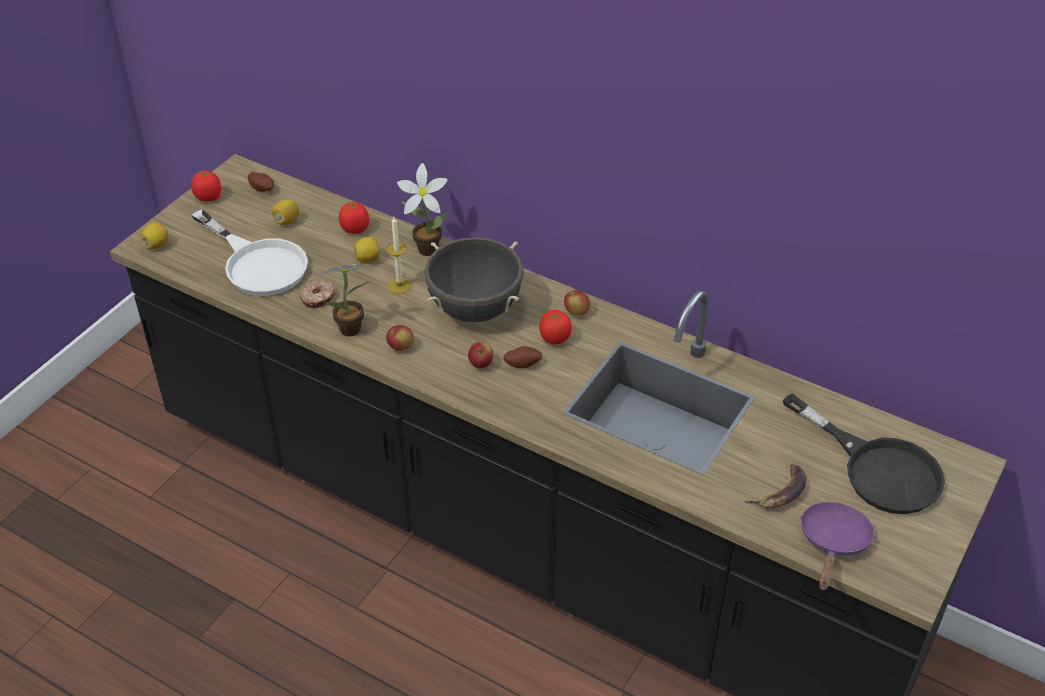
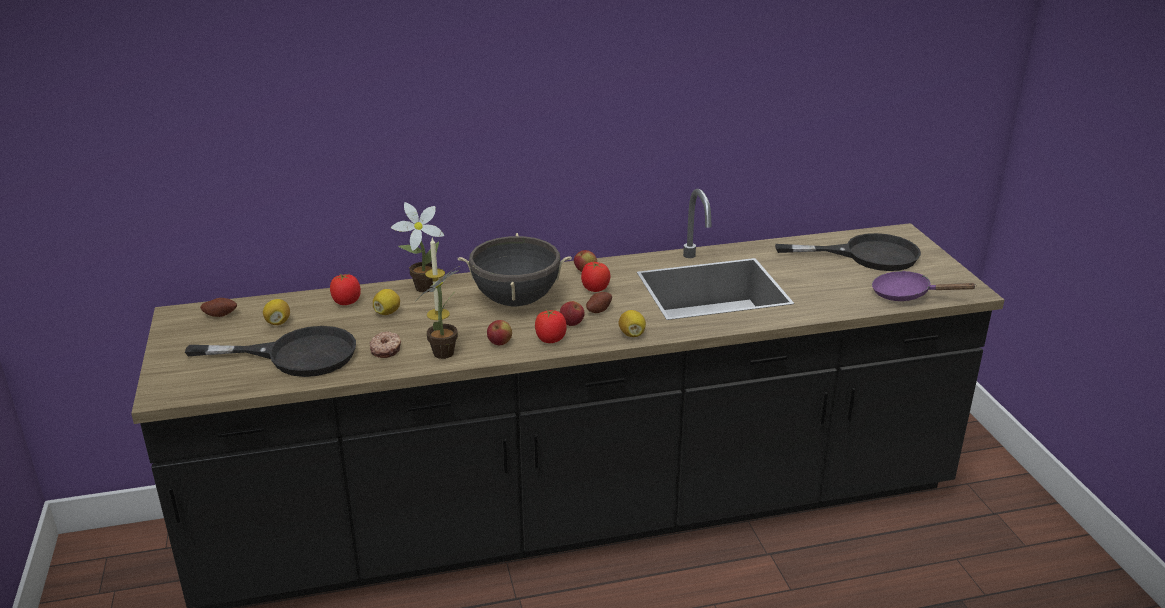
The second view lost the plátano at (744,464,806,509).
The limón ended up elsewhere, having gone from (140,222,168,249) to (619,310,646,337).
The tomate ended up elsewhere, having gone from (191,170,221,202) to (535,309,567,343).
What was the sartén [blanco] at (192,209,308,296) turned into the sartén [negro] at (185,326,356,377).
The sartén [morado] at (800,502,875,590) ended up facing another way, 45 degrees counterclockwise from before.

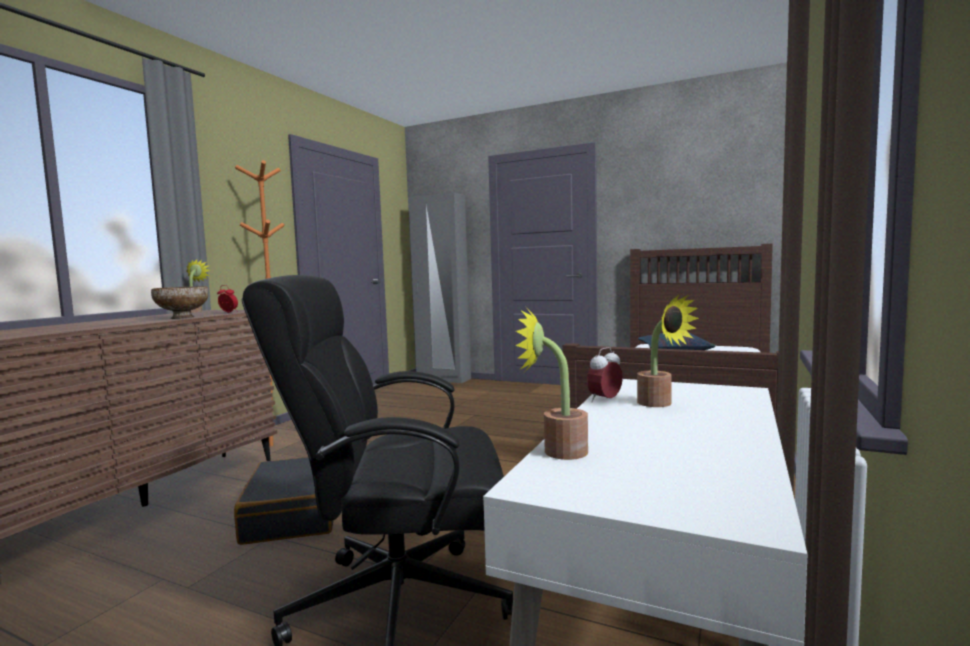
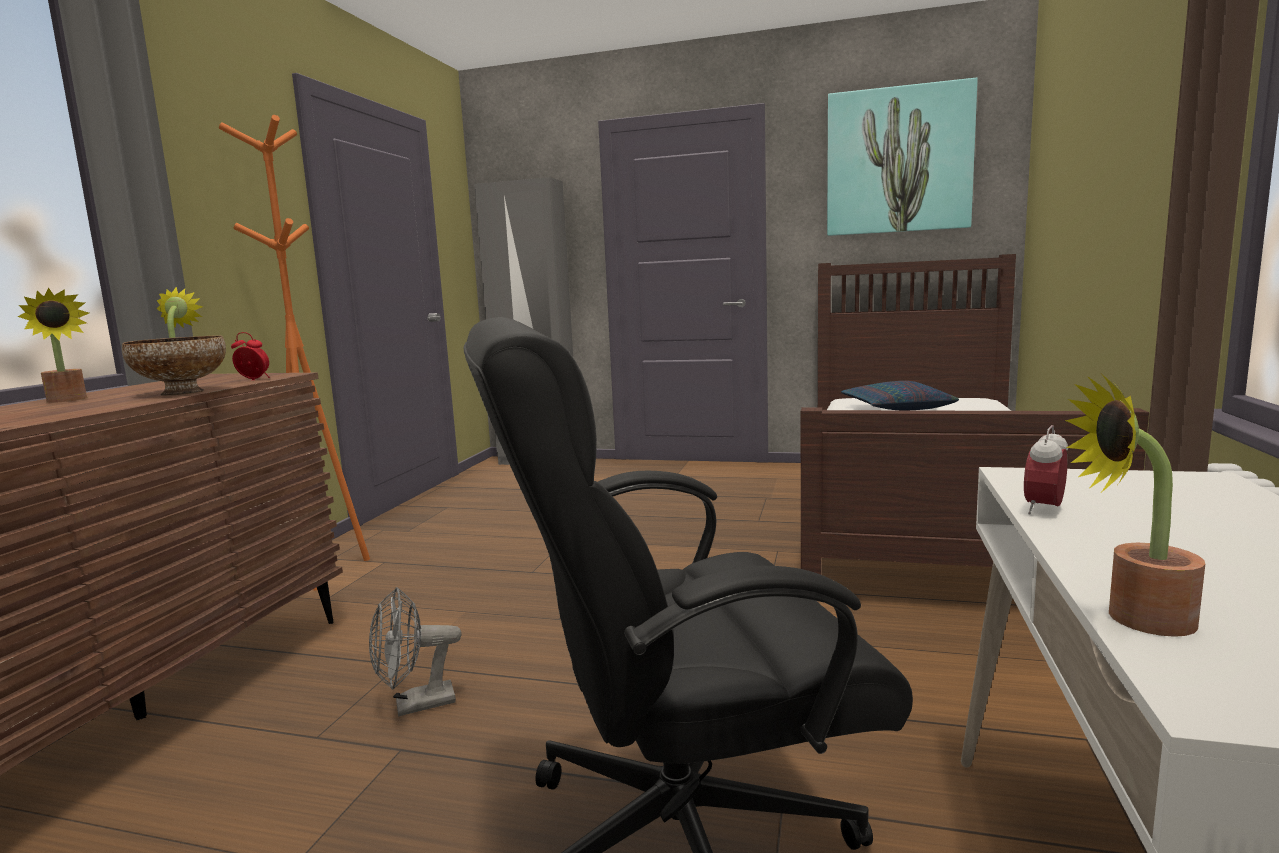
The second view gained the cuadro at (827,78,978,236).
The planta en maceta ended up elsewhere, having gone from (637,294,699,407) to (18,288,89,403).
Where the maleta [negro] stood at (234,457,334,545), the ventilador [gris] came to stand at (369,587,461,717).

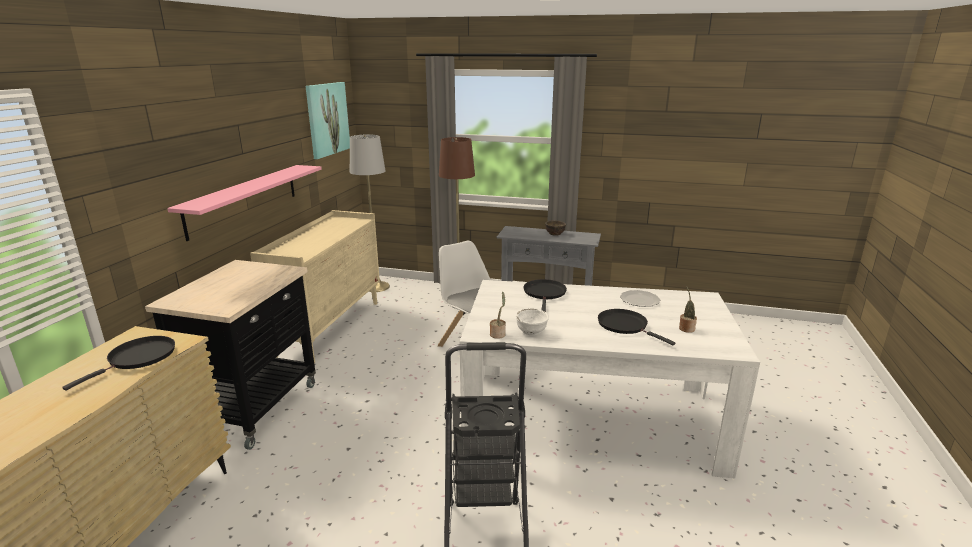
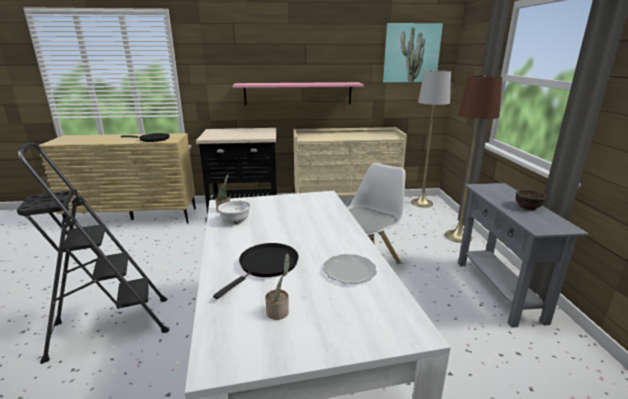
The second view lost the sartén [negro] at (524,279,567,312).

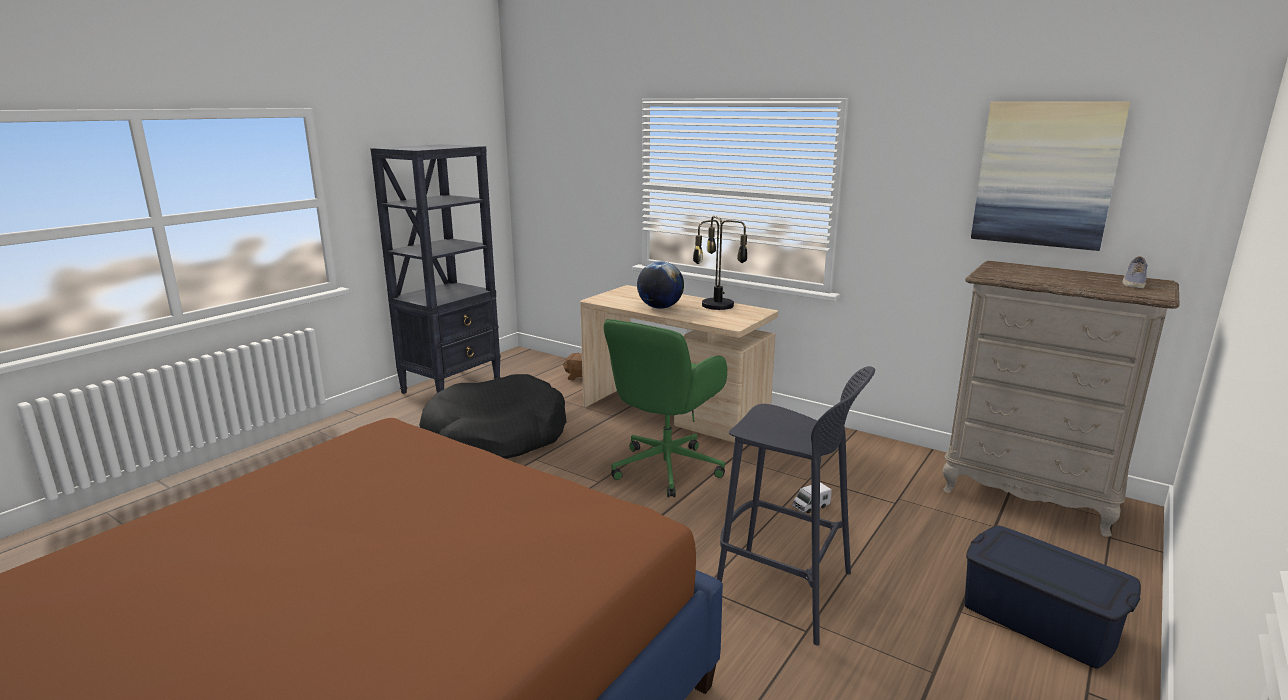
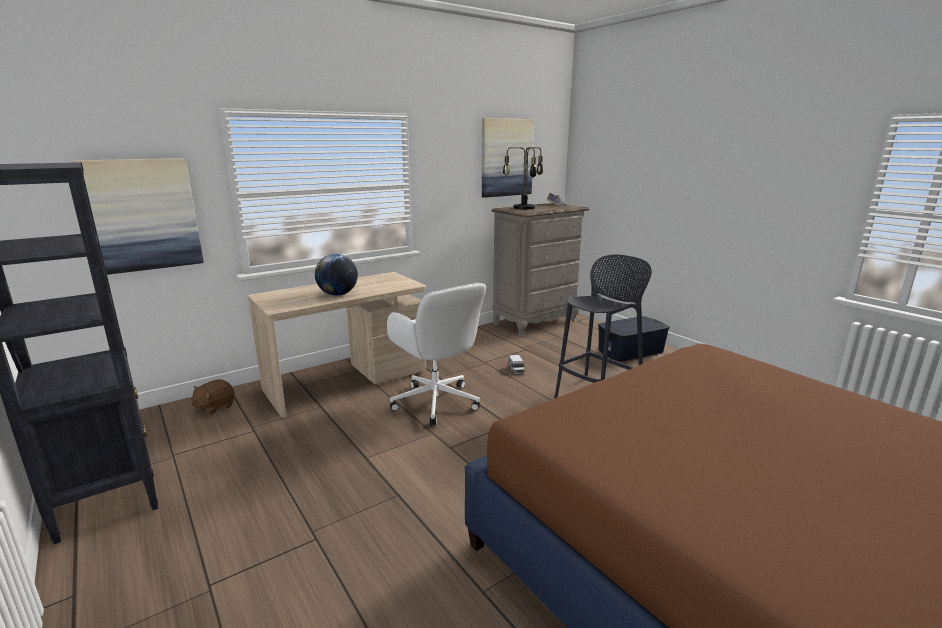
The second view lost the cama para perro [negro] at (419,374,567,459).
The second view gained the cuadro at (73,158,204,275).
The lámpara de mesa ended up elsewhere, having gone from (693,216,747,310) to (503,147,543,209).
What was the silla de oficina [verde] at (604,319,727,497) turned into the silla de oficina [blanco] at (387,283,486,425).

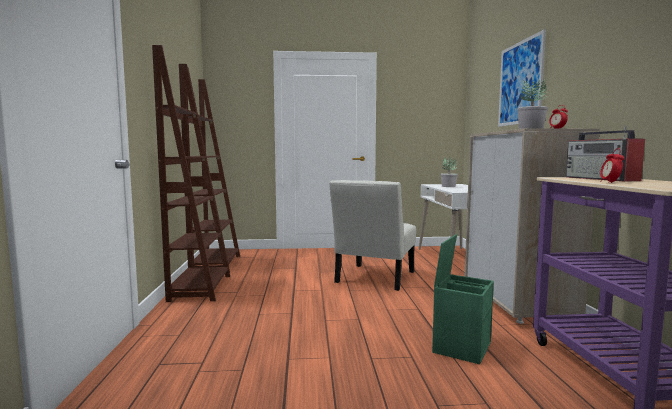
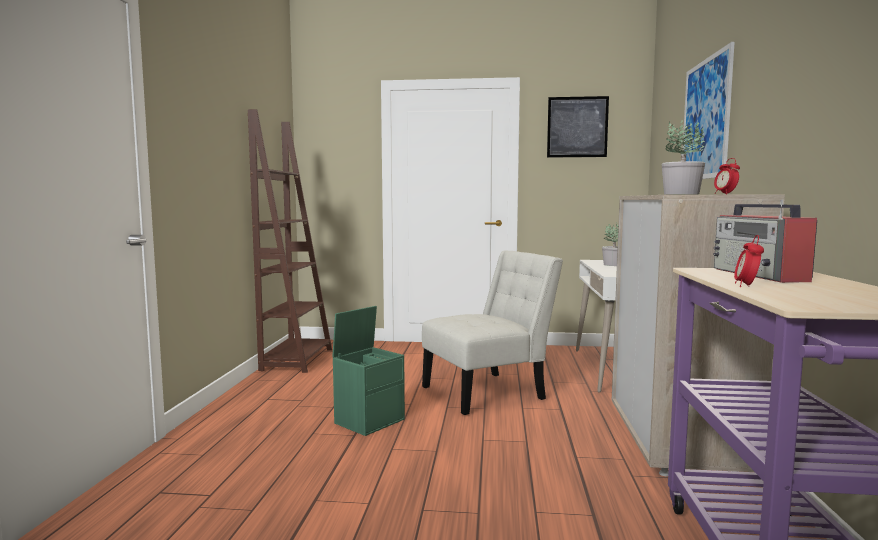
The second view lost the estantería [marrón] at (152,45,230,302).
The second view gained the cuadro at (547,96,609,157).
The caja de almacenaje [verde] ended up elsewhere, having gone from (432,234,494,364) to (332,306,405,436).
The silla [blanco] at (329,180,416,291) ended up facing another way, 150 degrees counterclockwise from before.

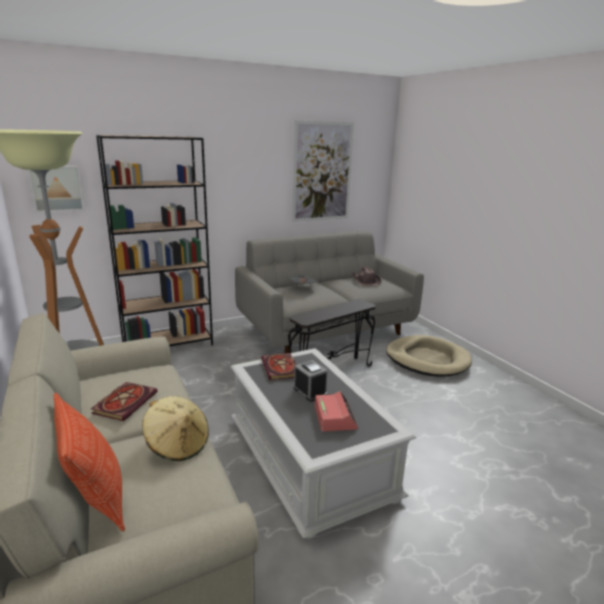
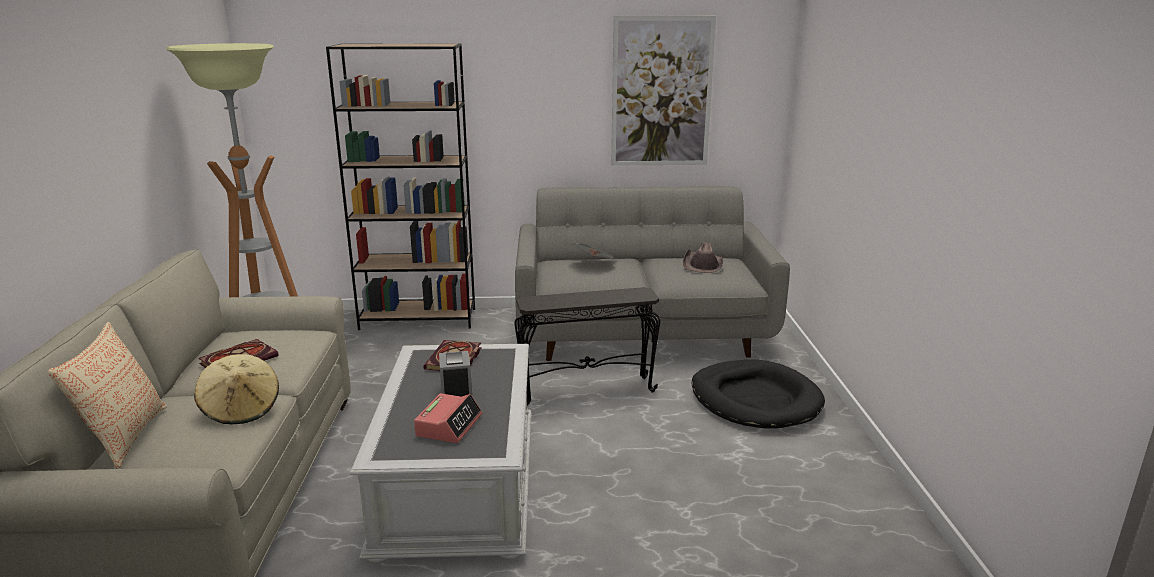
The second view lost the cuadro at (28,166,84,213).
What was the cojín [naranja] at (54,393,125,532) turned into the cojín [beis] at (48,322,167,469).
What was the cama para perro [beis] at (386,335,472,377) turned into the cama para perro [negro] at (691,359,825,429).

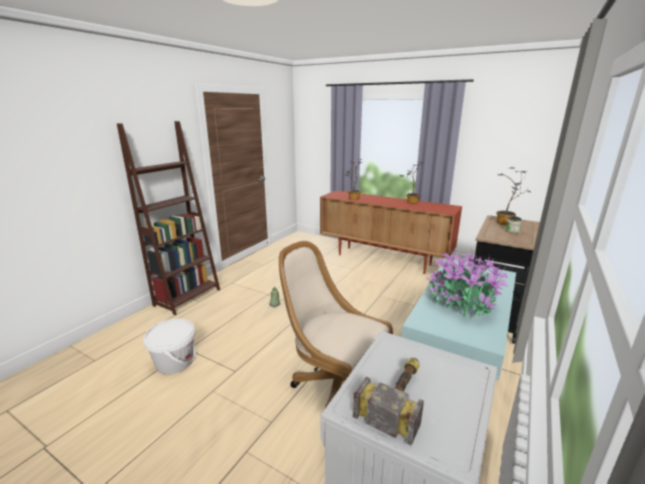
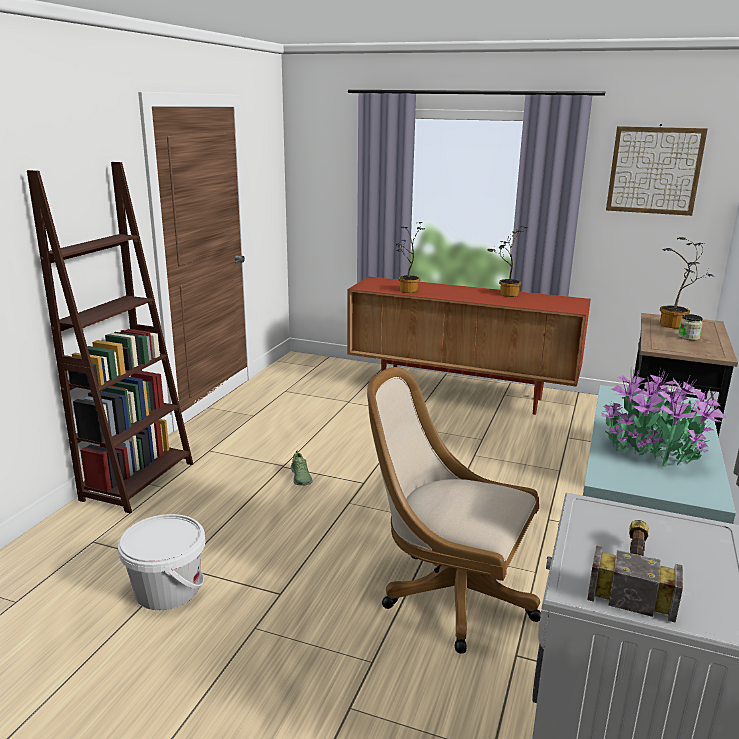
The second view gained the cuadro at (606,124,708,216).

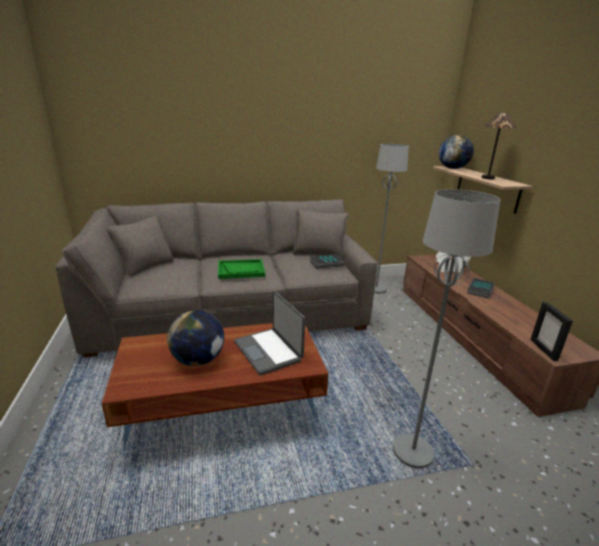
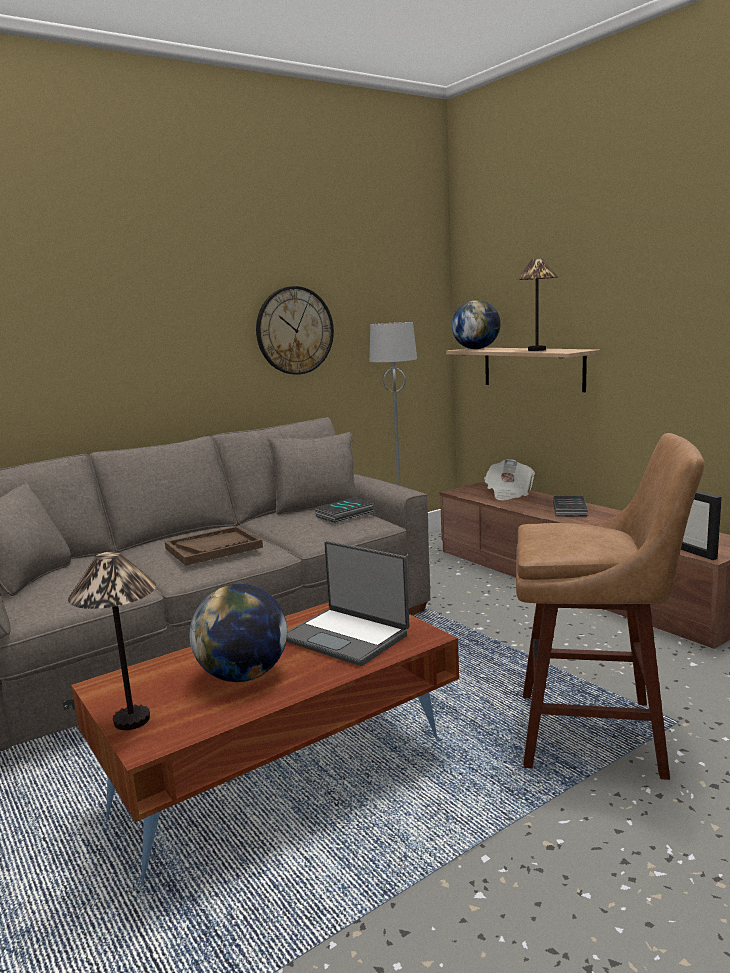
The second view gained the lámpara de mesa at (68,551,156,730).
The second view gained the reloj de pared at (256,286,334,375).
Where the lámpara de pie [gris] stood at (393,189,500,469), the taburete [marrón] came to stand at (516,433,705,780).
What was the bandeja [verde] at (218,259,265,279) turned into the bandeja [marrón] at (165,526,263,566).

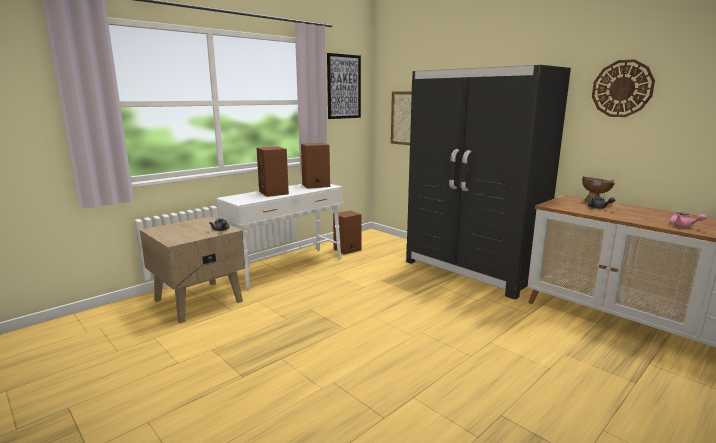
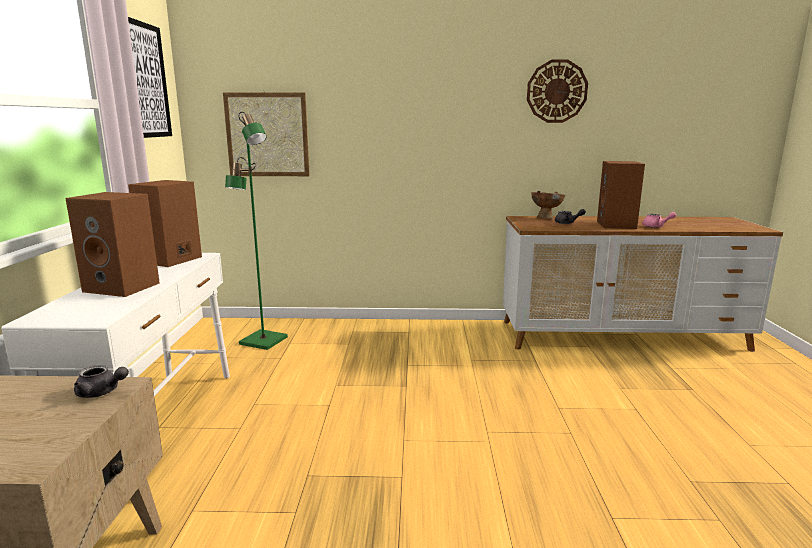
The second view lost the armario [negro] at (406,65,571,300).
The second view gained the lámpara de pie [verde] at (225,112,288,350).
The altavoz [marrón] ended up elsewhere, having gone from (333,210,362,255) to (597,161,645,229).

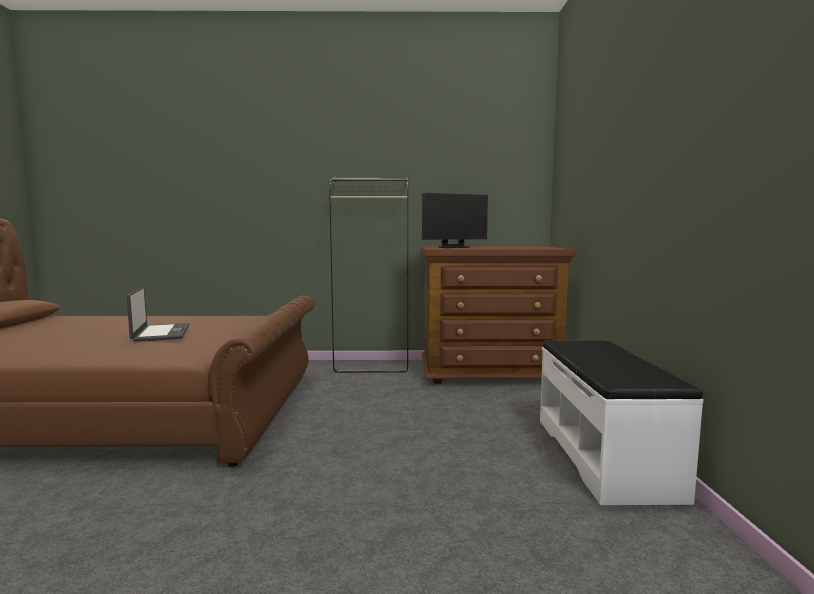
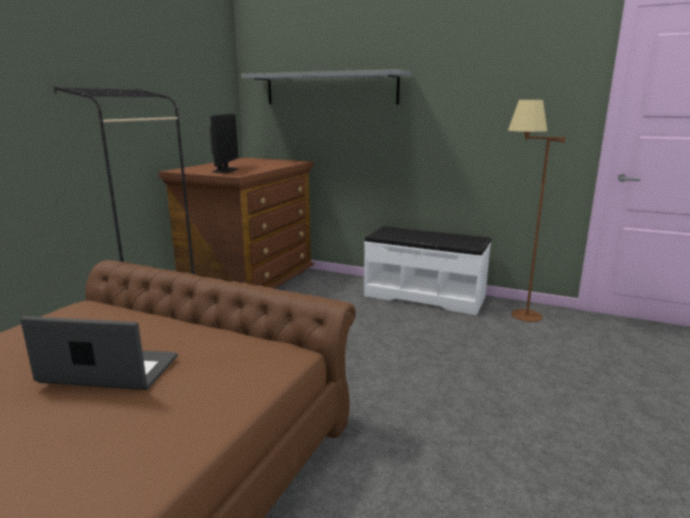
The second view gained the estante [gris] at (241,69,411,105).
The second view gained the lámpara de pie [marrón] at (508,100,565,322).

